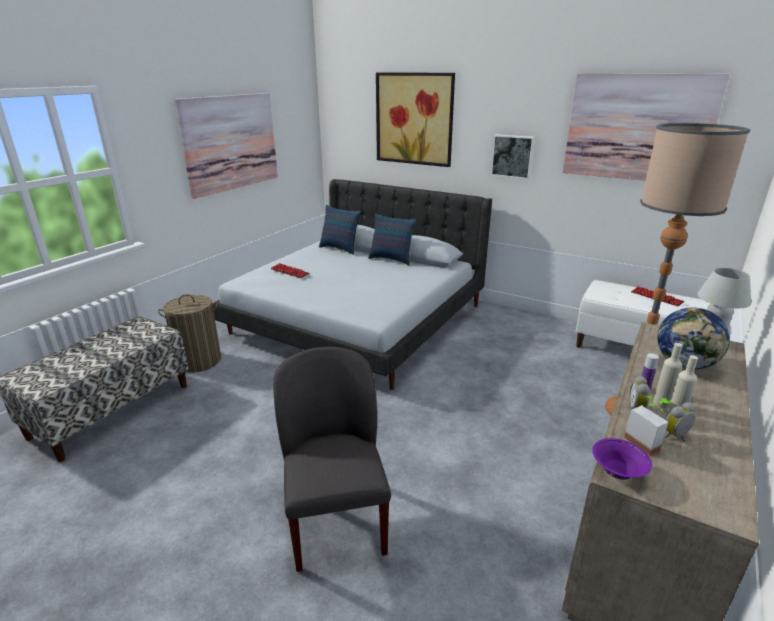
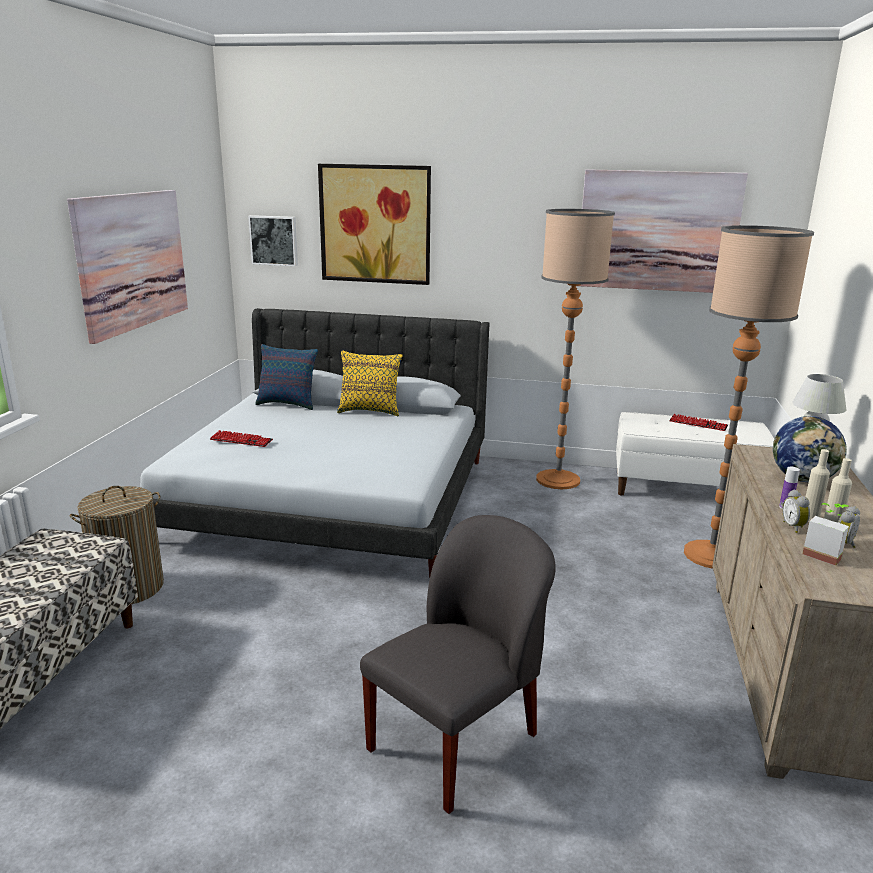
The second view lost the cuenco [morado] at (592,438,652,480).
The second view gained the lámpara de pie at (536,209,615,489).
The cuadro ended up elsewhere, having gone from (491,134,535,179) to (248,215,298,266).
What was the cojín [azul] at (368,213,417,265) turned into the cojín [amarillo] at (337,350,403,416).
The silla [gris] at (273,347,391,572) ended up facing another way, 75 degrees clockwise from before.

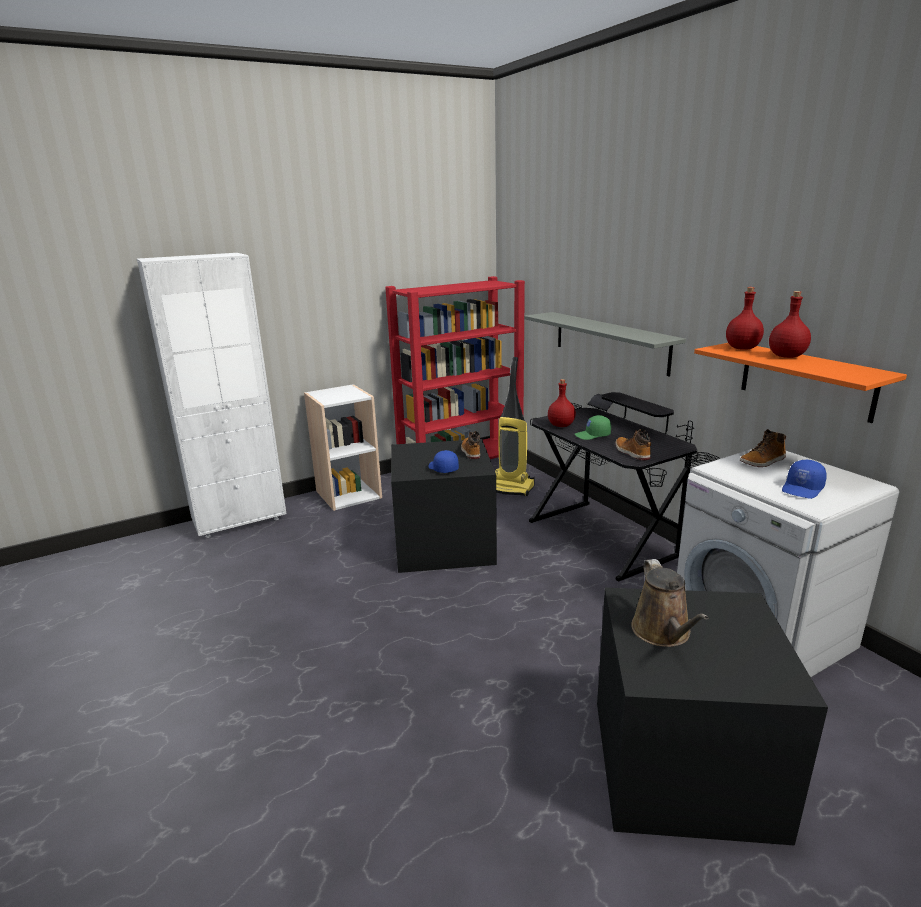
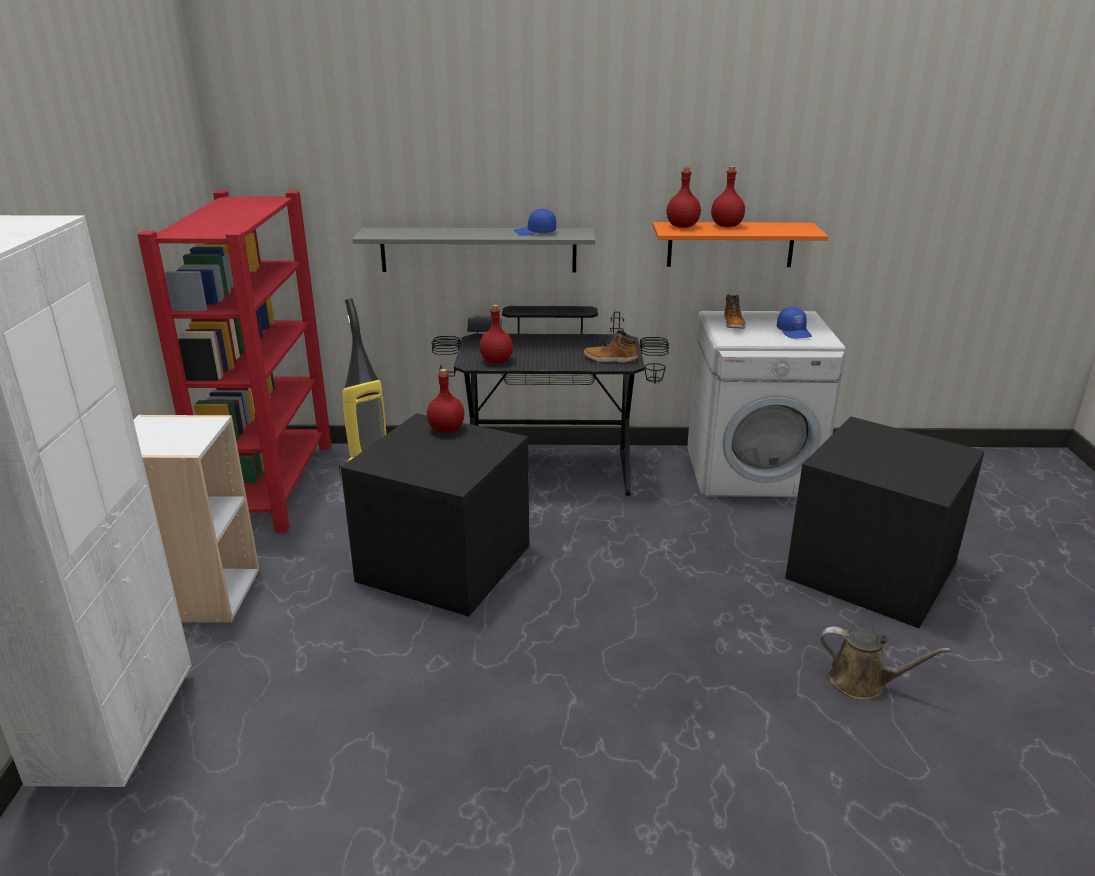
The second view lost the gorra [verde] at (575,415,611,440).
The gorra [azul] ended up elsewhere, having gone from (428,450,459,473) to (514,209,556,236).
The regadera [marrón] ended up elsewhere, having gone from (631,559,708,647) to (820,627,951,699).
Where the bota stood at (461,431,480,459), the botella [rojo] came to stand at (427,369,465,433).

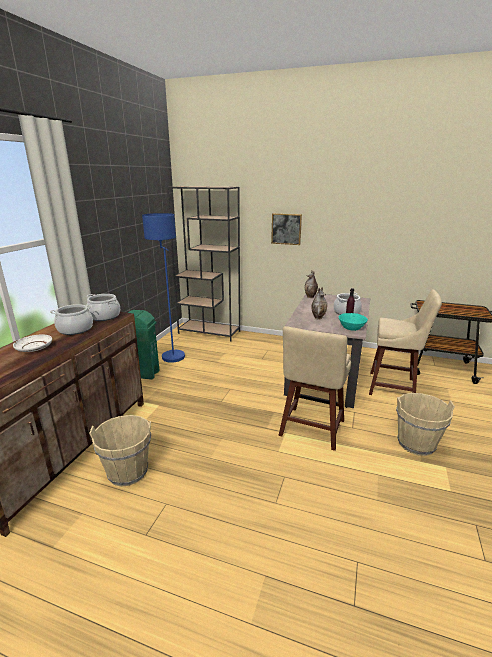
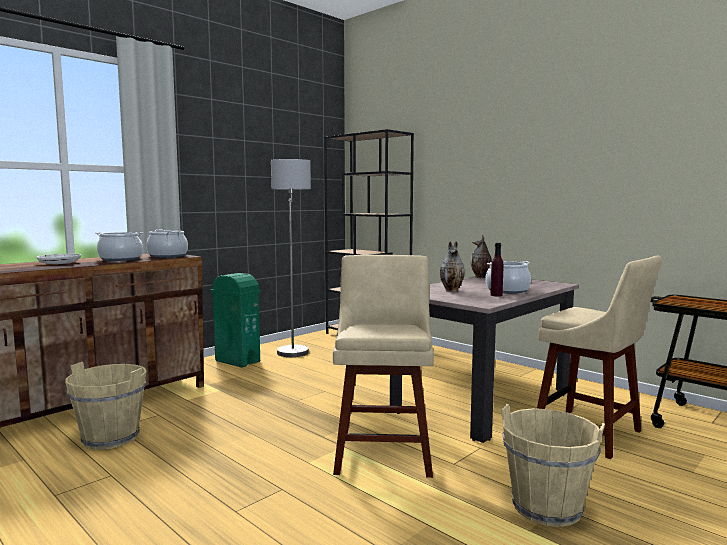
The second view lost the cuadro at (271,213,302,245).
The second view lost the cuenco [turquesa] at (339,313,368,331).
What was the lámpara de pie [azul] at (142,213,185,363) turned into the lámpara de pie [gris] at (271,159,311,357).
The silla [beis] at (278,326,351,451) ended up facing another way, 135 degrees clockwise from before.

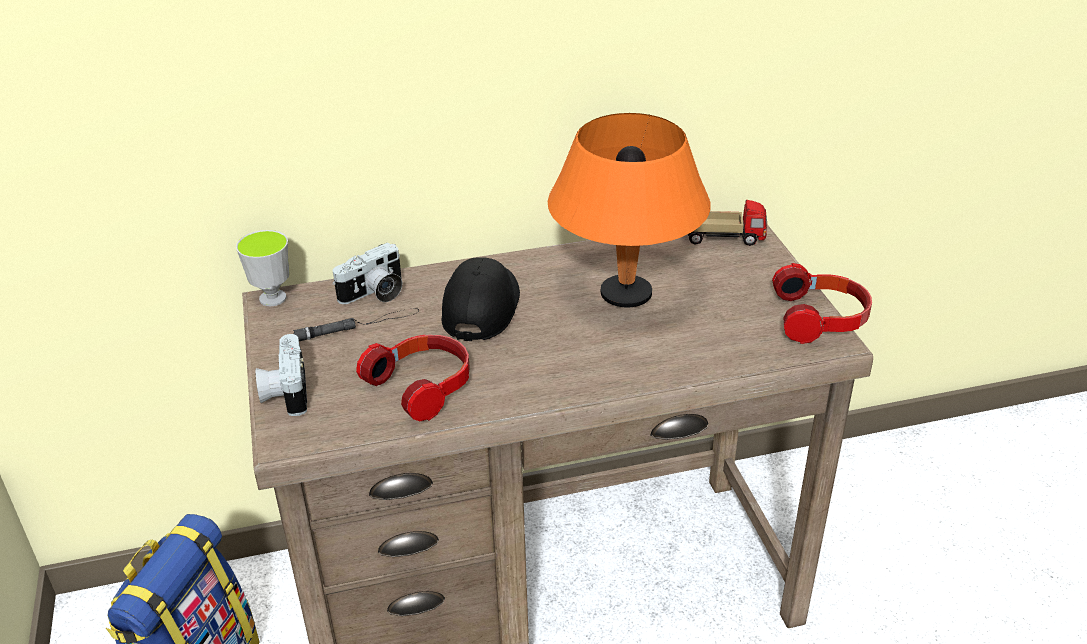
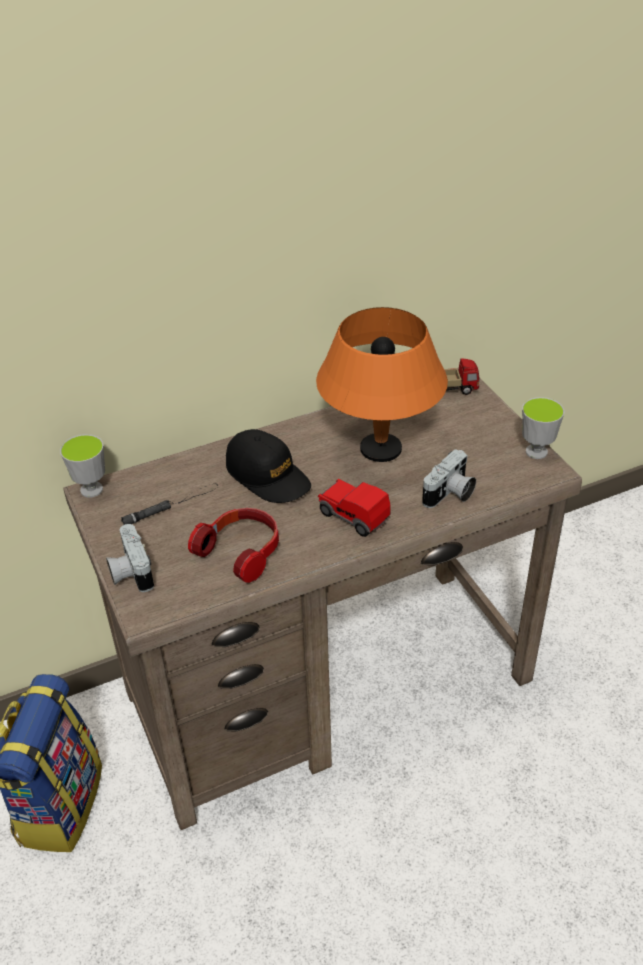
The second view gained the coche de juguete at (318,479,391,537).
The cámara ended up elsewhere, having gone from (333,242,402,304) to (422,449,476,508).
Where the auriculares stood at (772,263,872,344), the taza came to stand at (522,397,565,459).
The gorra [negro] at (442,257,520,341) ended up facing another way, 135 degrees clockwise from before.

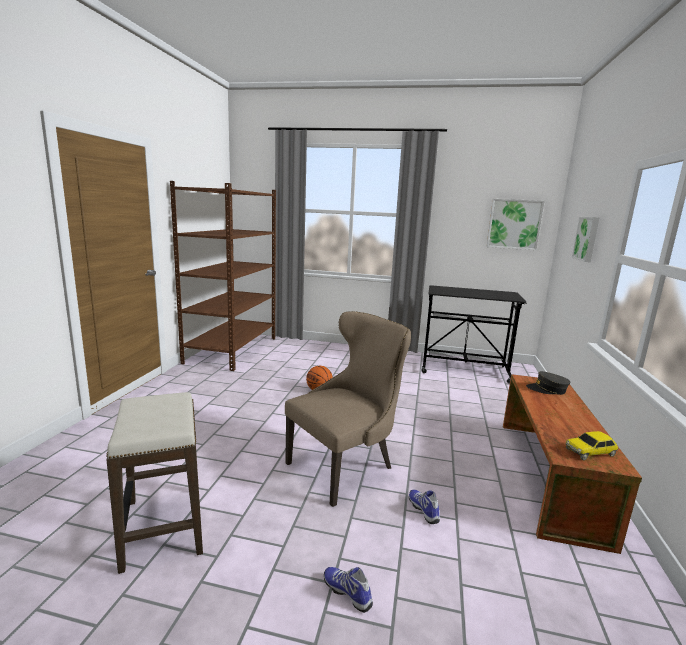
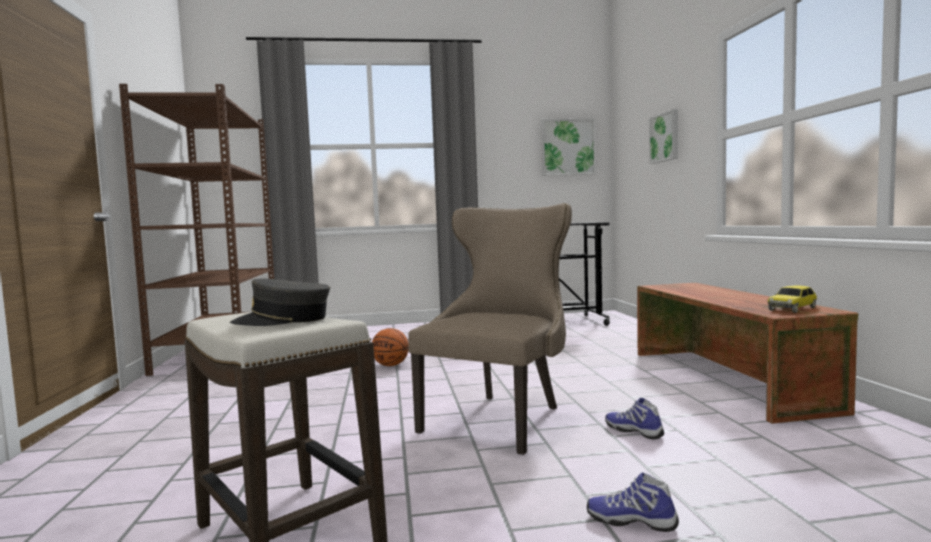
The gorra [gris] ended up elsewhere, having gone from (526,371,570,395) to (230,278,330,326).

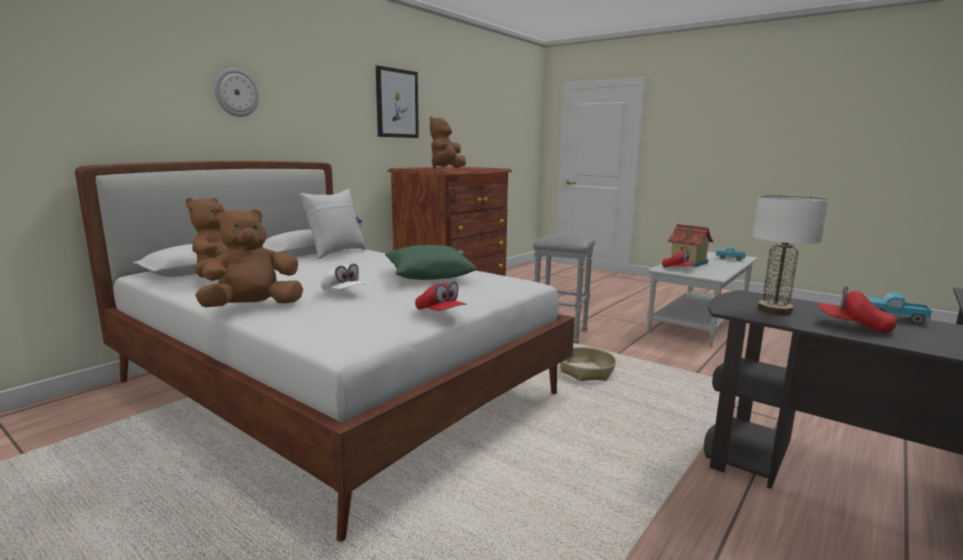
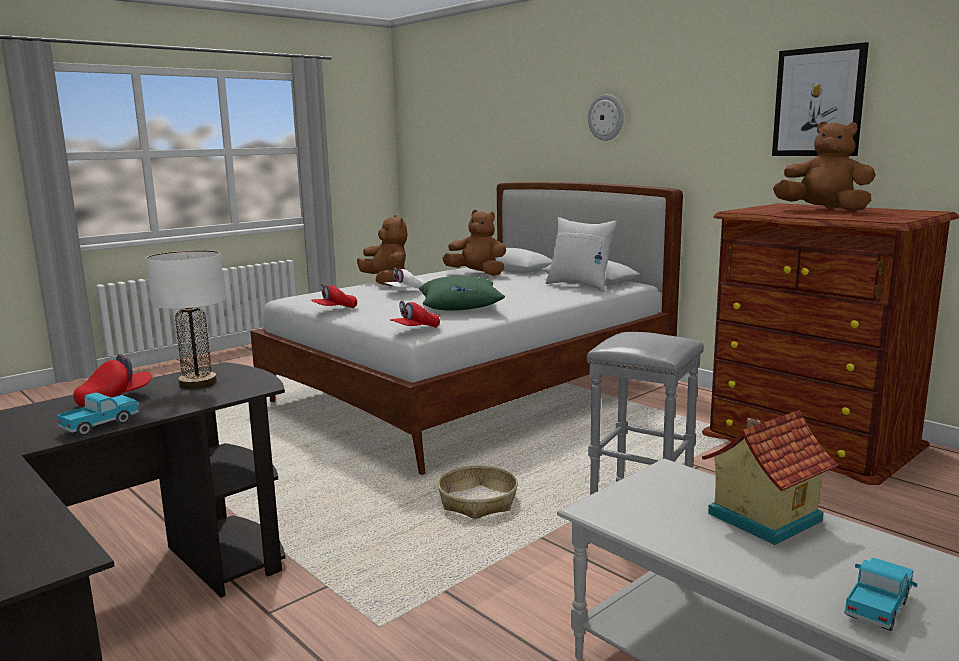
The gorra [rojo] ended up elsewhere, having gone from (662,250,698,267) to (390,300,440,328).

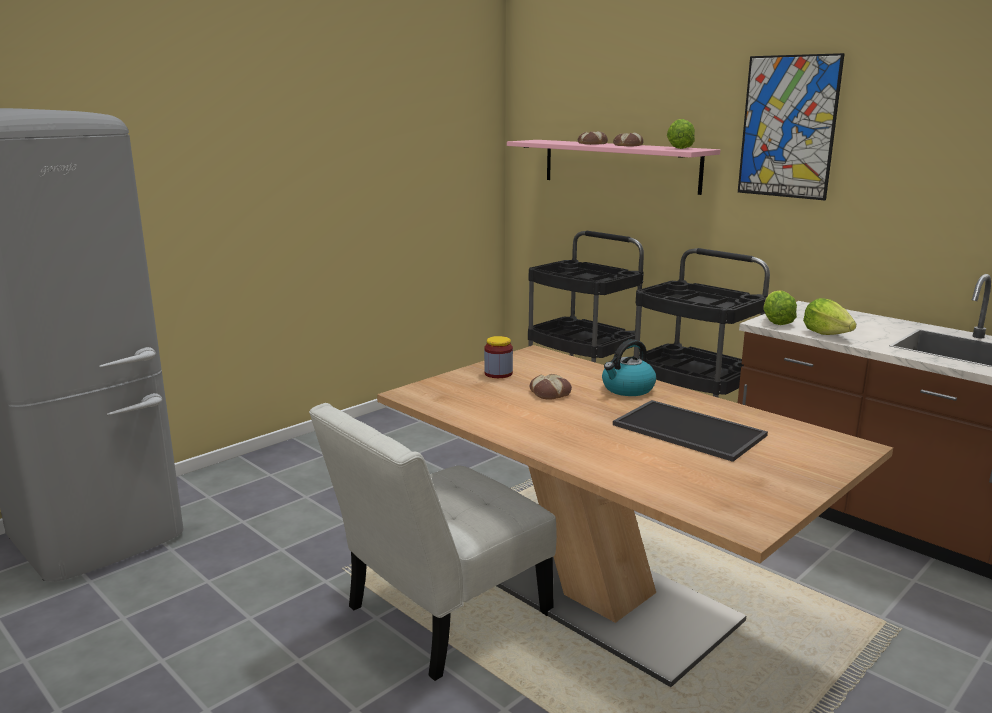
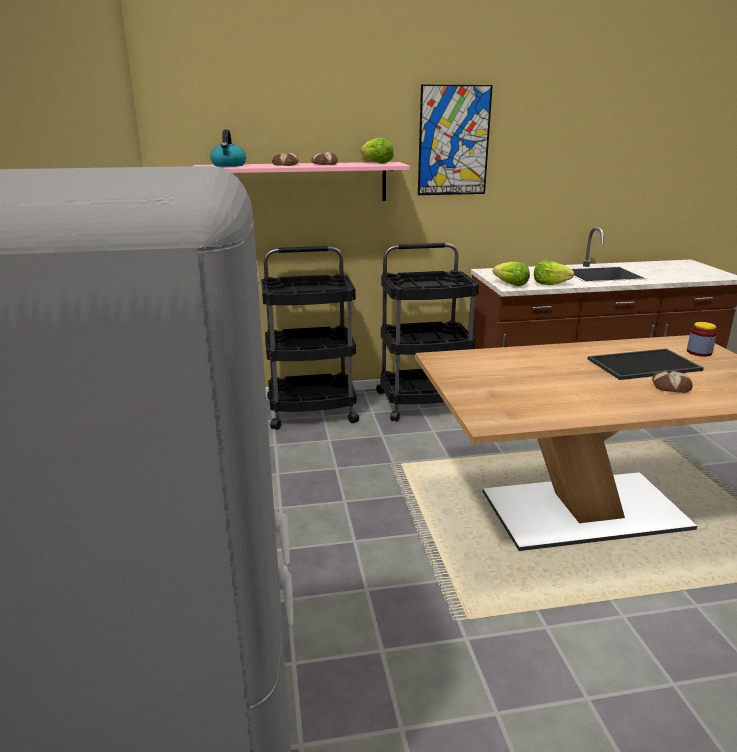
The second view lost the silla [blanco] at (309,403,557,681).
The tarro ended up elsewhere, having gone from (484,336,513,378) to (687,322,717,357).
The pan ended up elsewhere, having gone from (530,374,572,400) to (652,371,693,393).
The hervidor ended up elsewhere, having gone from (602,339,656,396) to (210,129,246,167).

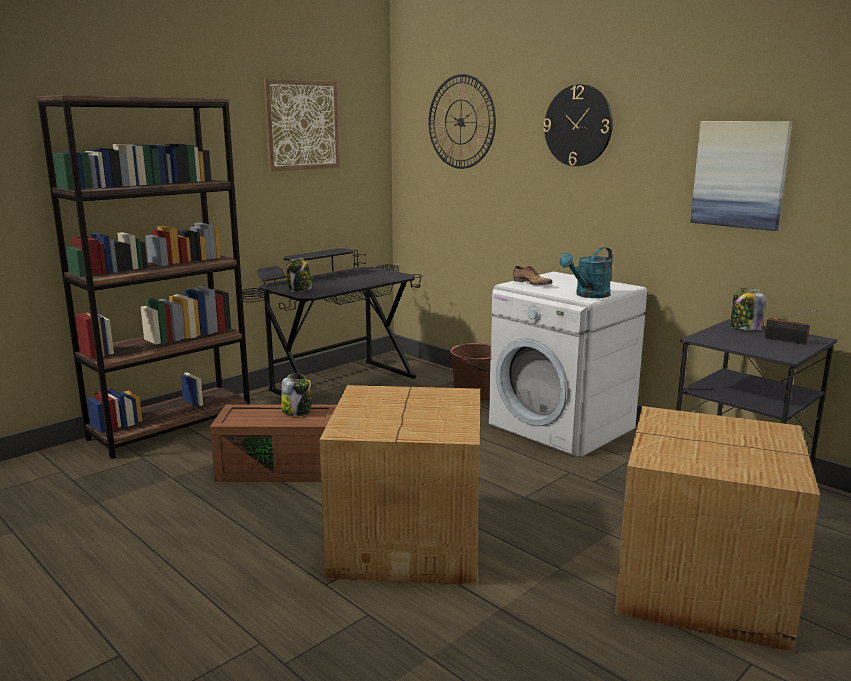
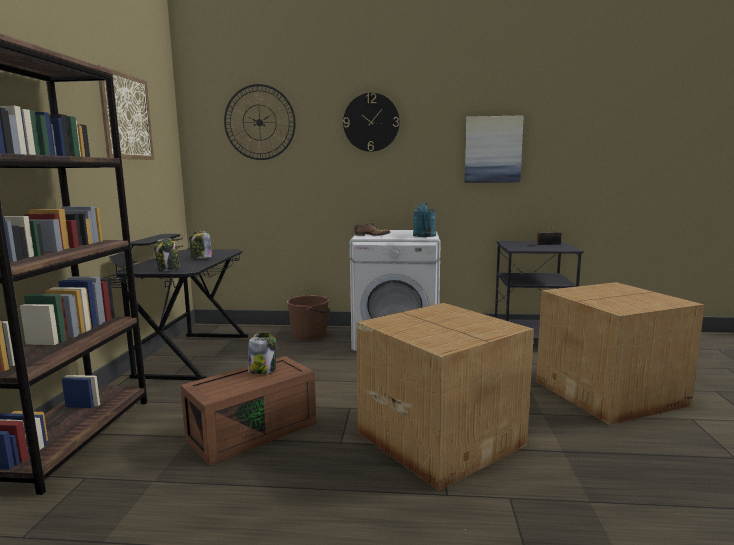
The tarro ended up elsewhere, having gone from (730,288,765,331) to (189,231,212,259).

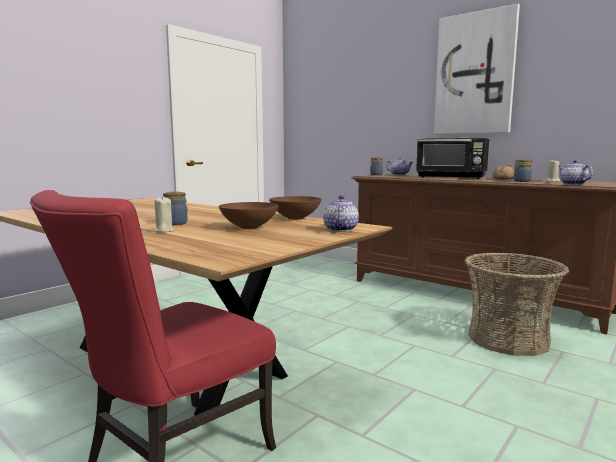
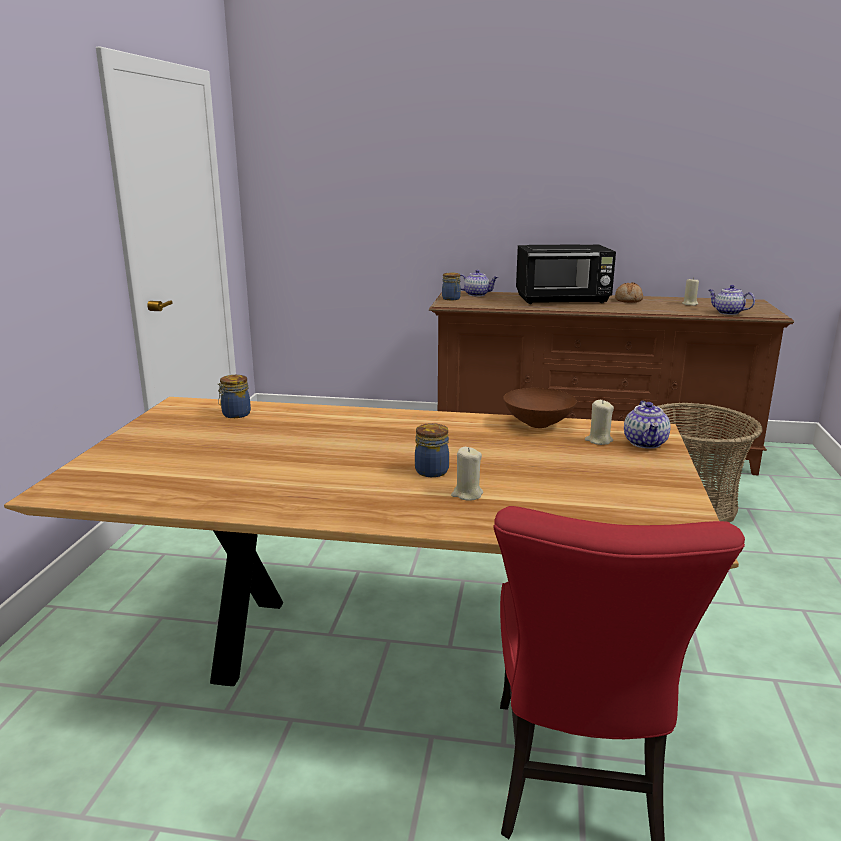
The second view lost the cuenco [marrón] at (219,202,279,229).
The second view lost the cuadro at (434,4,520,134).
The second view gained the vela [beis] at (585,400,614,445).
The tarro ended up elsewhere, having gone from (513,159,532,182) to (218,375,251,418).
The tetera at (323,195,359,232) ended up facing another way, 150 degrees counterclockwise from before.

